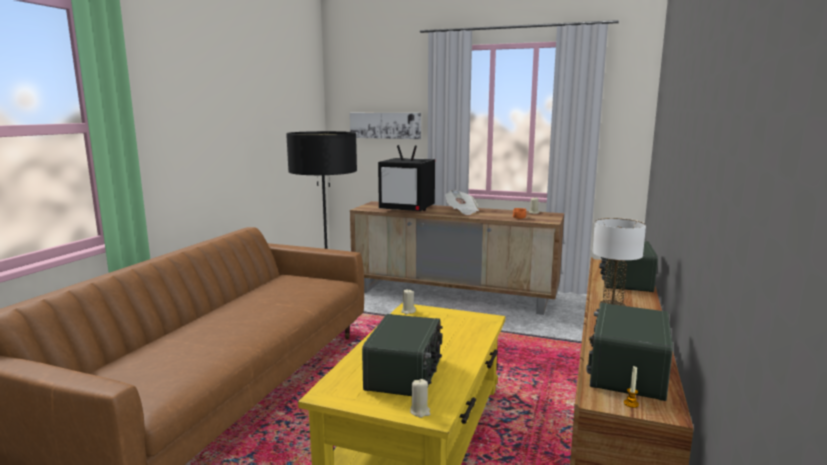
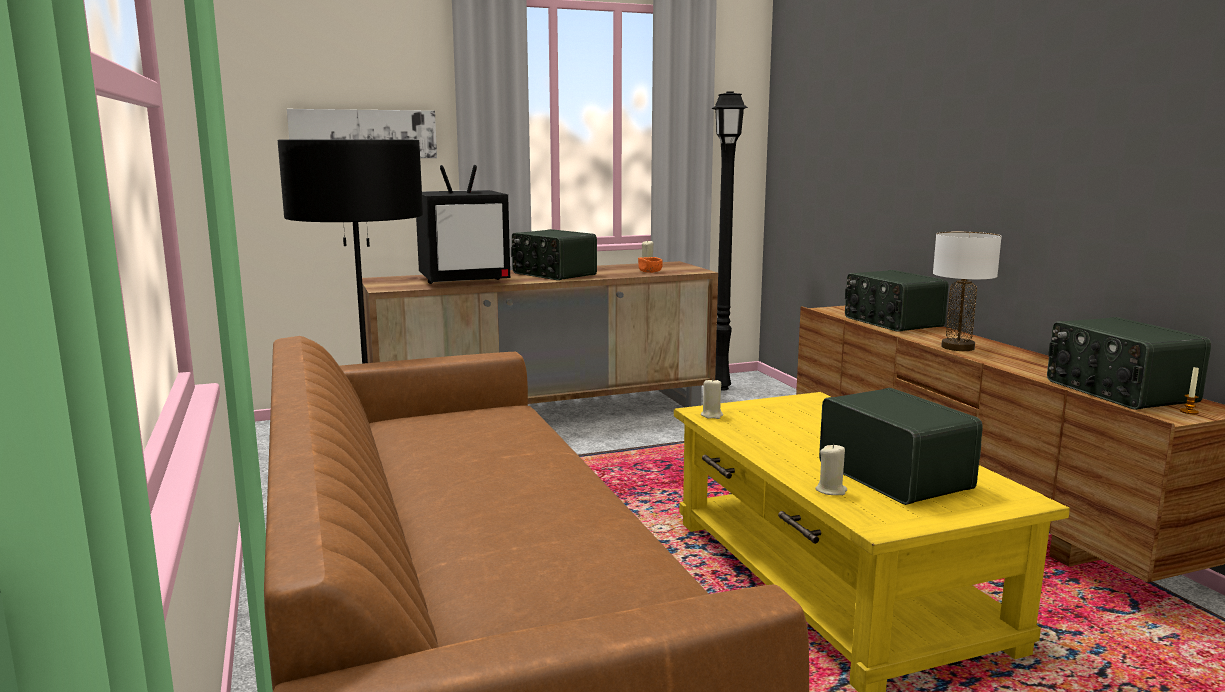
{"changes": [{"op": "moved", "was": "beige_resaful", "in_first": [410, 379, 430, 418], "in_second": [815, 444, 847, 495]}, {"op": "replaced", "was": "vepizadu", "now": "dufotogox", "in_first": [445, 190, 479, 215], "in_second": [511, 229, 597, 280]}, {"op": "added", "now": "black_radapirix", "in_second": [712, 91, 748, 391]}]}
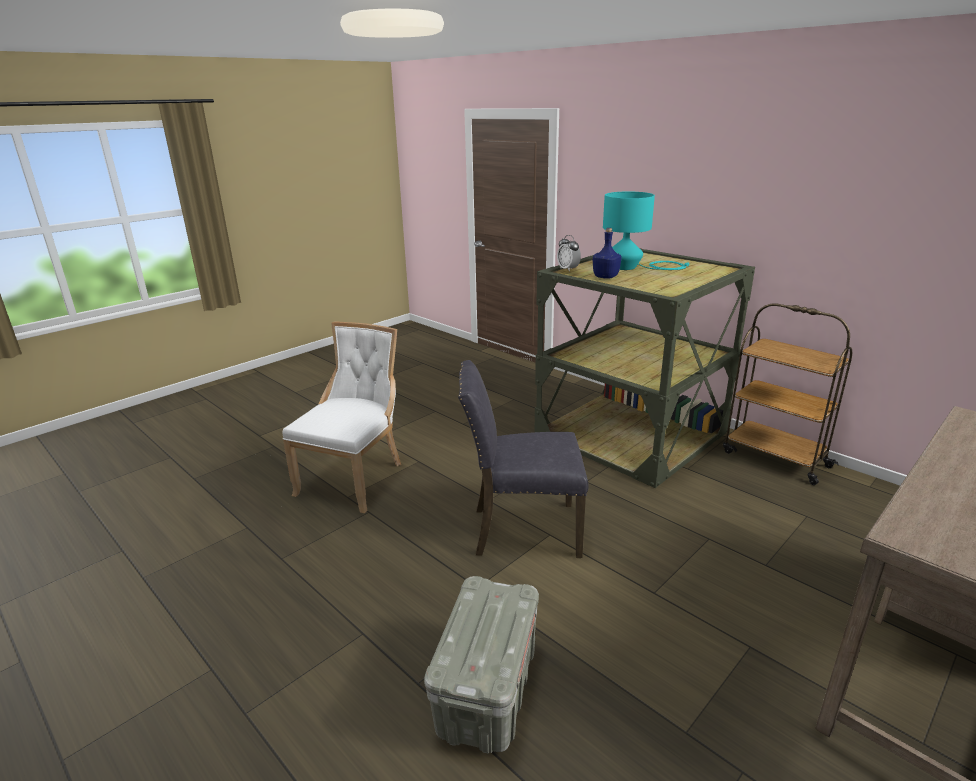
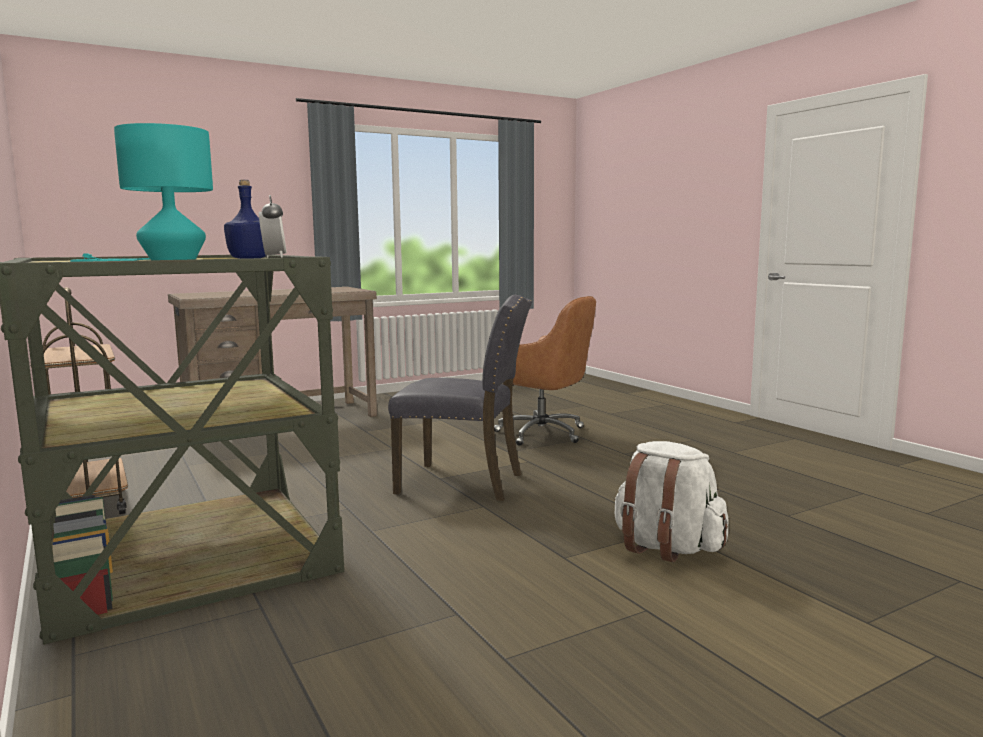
{"changes": [{"op": "replaced", "was": "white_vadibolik", "now": "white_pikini", "in_first": [283, 322, 401, 513], "in_second": [614, 441, 728, 562]}, {"op": "replaced", "was": "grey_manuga", "now": "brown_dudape", "in_first": [424, 576, 539, 753], "in_second": [494, 296, 596, 446]}]}
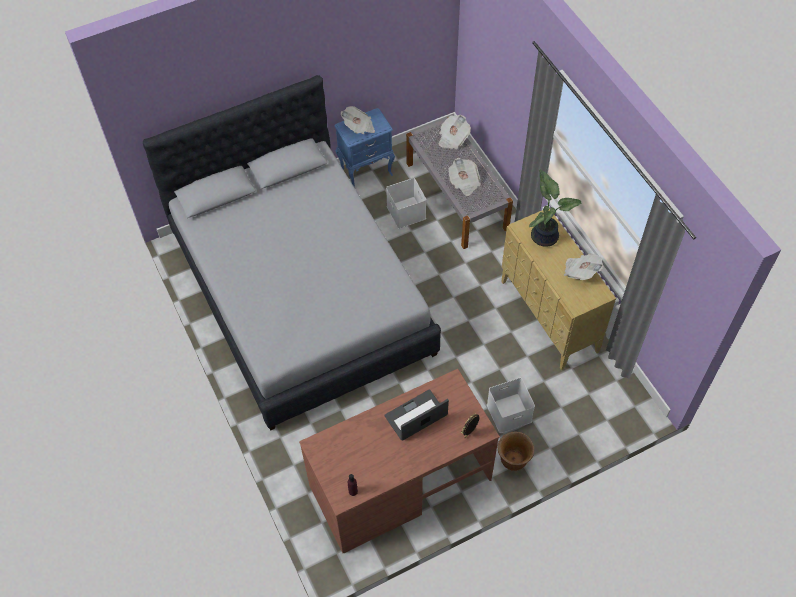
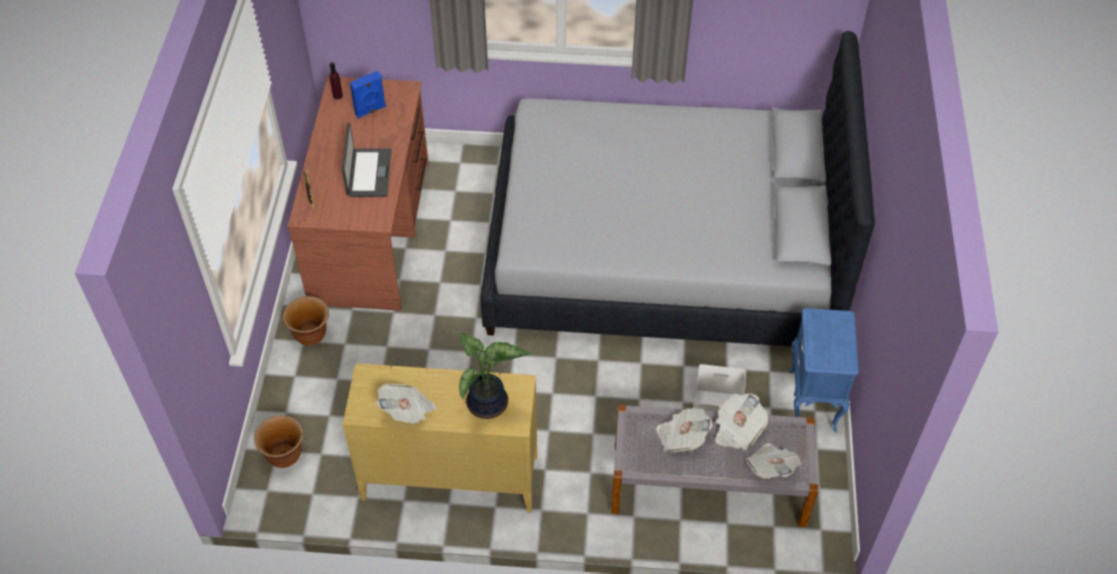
{"changes": [{"op": "moved", "was": "vepizadu", "in_first": [341, 106, 375, 134], "in_second": [715, 393, 768, 450]}, {"op": "removed", "was": "white_manuga", "in_first": [487, 378, 535, 433]}, {"op": "added", "now": "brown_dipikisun", "in_second": [254, 415, 304, 468]}, {"op": "added", "now": "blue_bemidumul", "in_second": [350, 71, 386, 119]}]}
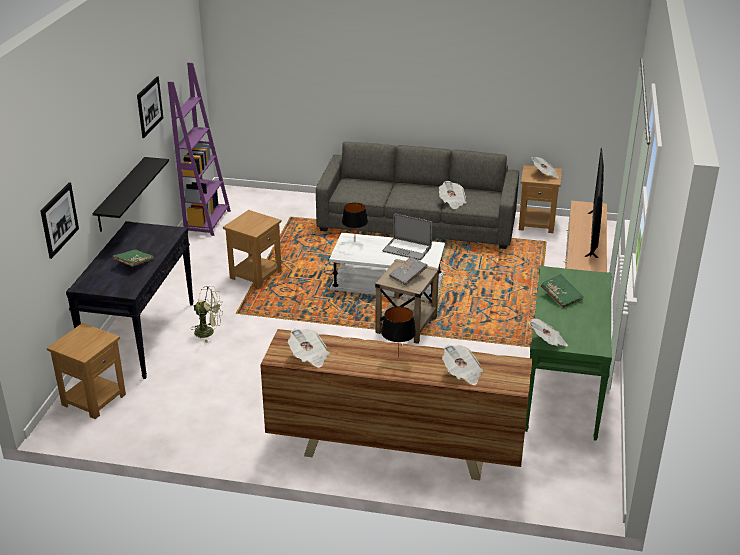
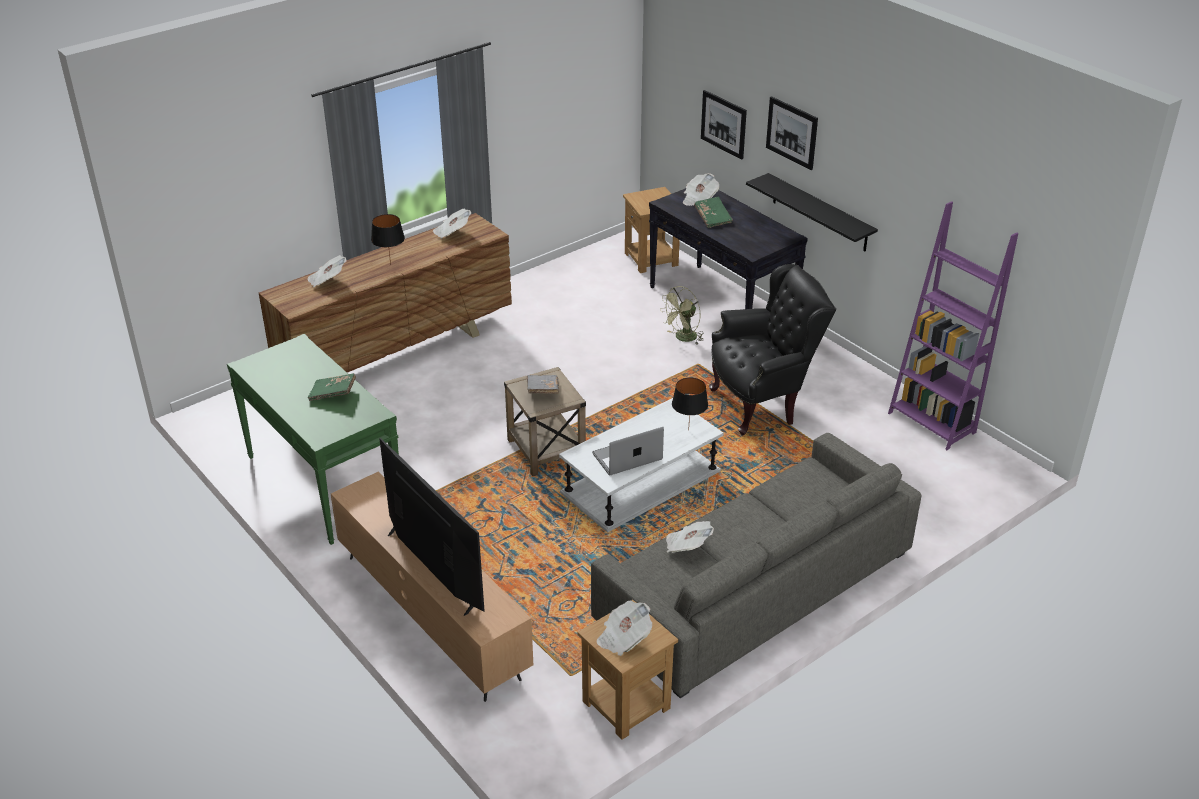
{"changes": [{"op": "moved", "was": "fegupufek", "in_first": [137, 76, 163, 138], "in_second": [766, 96, 818, 170]}, {"op": "replaced", "was": "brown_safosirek", "now": "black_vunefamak", "in_first": [223, 210, 282, 288], "in_second": [709, 264, 836, 435]}, {"op": "moved", "was": "vepizadu", "in_first": [528, 319, 569, 346], "in_second": [683, 173, 719, 206]}]}
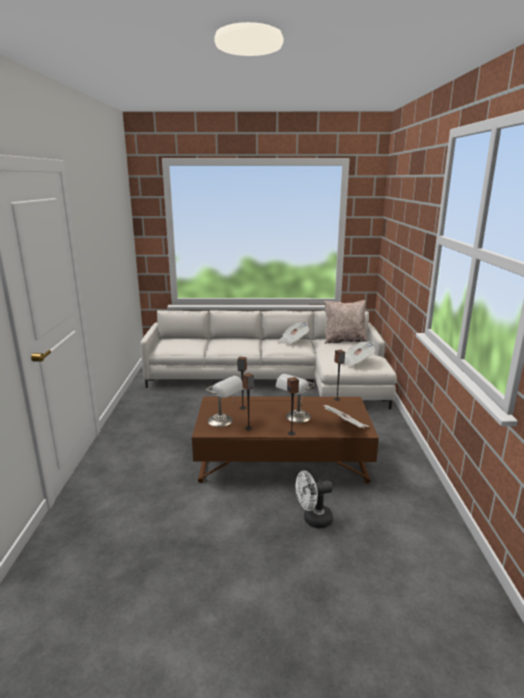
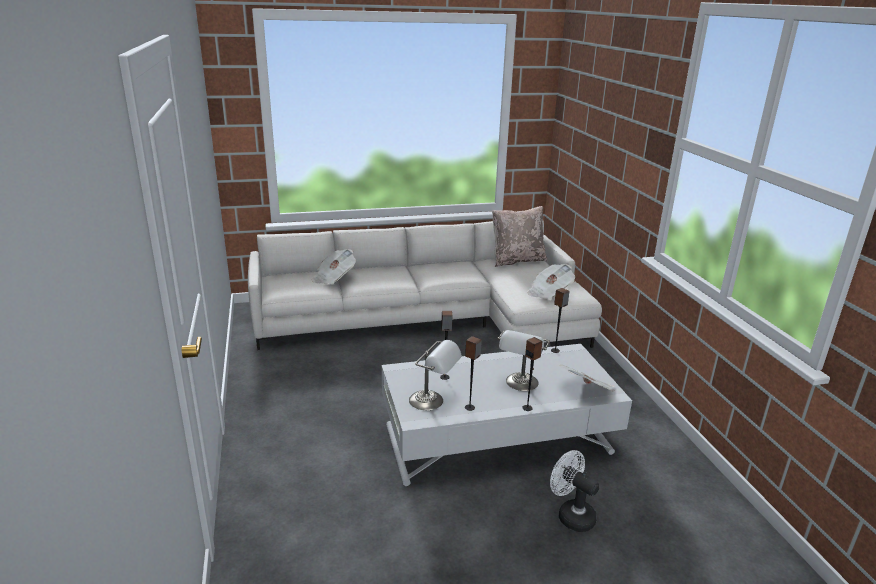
{"changes": [{"op": "recoloured", "was": "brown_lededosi", "now": "white_lededosi", "in_first": [192, 396, 379, 483], "in_second": [382, 344, 632, 486]}, {"op": "moved", "was": "vepizadu", "in_first": [278, 322, 310, 345], "in_second": [312, 249, 356, 285]}, {"op": "turned", "was": "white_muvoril", "in_first": [295, 471, 333, 528], "in_second": [550, 450, 599, 532], "clockwise": 75}]}
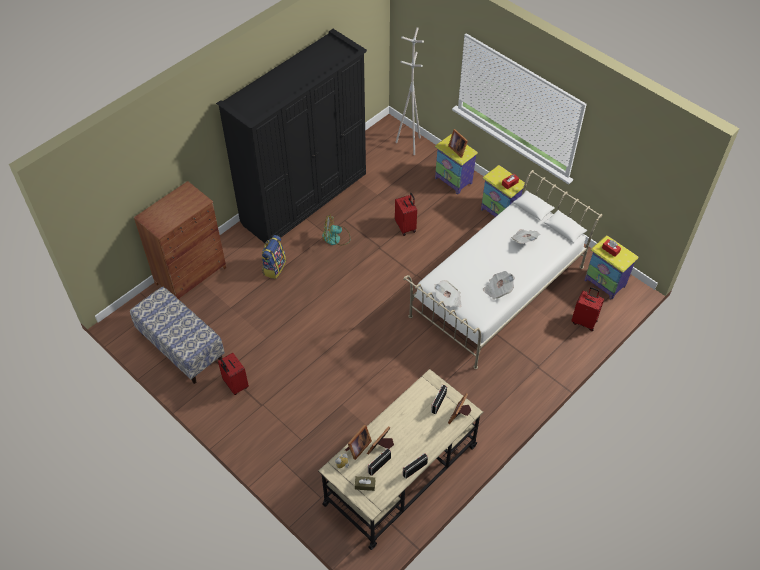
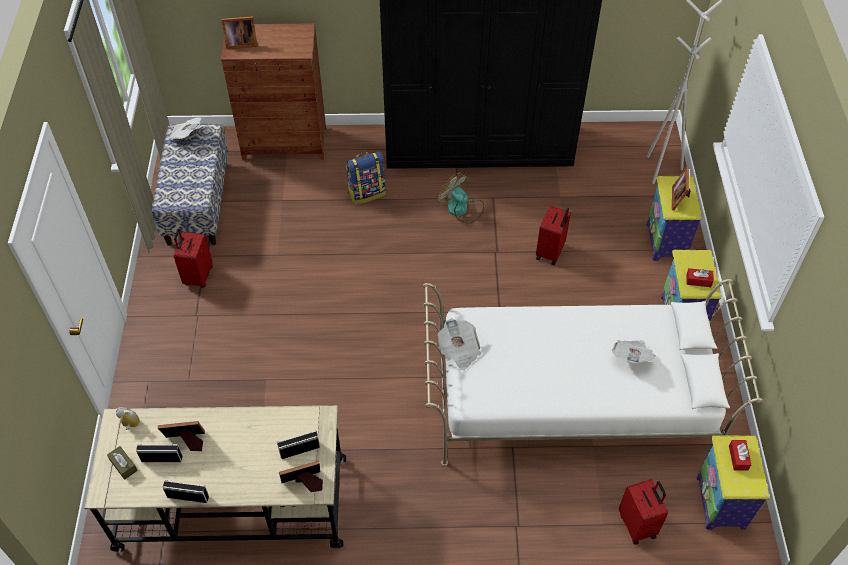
{"changes": [{"op": "moved", "was": "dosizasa", "in_first": [345, 424, 372, 460], "in_second": [221, 16, 257, 49]}, {"op": "moved", "was": "vepizadu", "in_first": [483, 271, 515, 300], "in_second": [168, 117, 202, 139]}]}
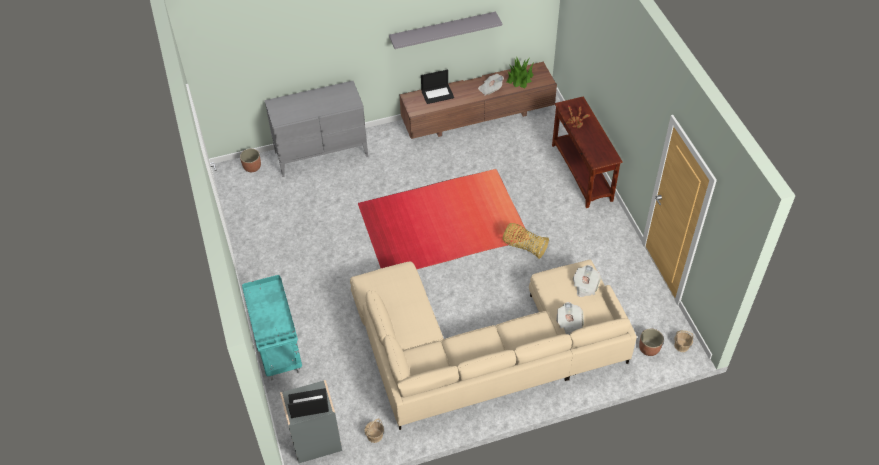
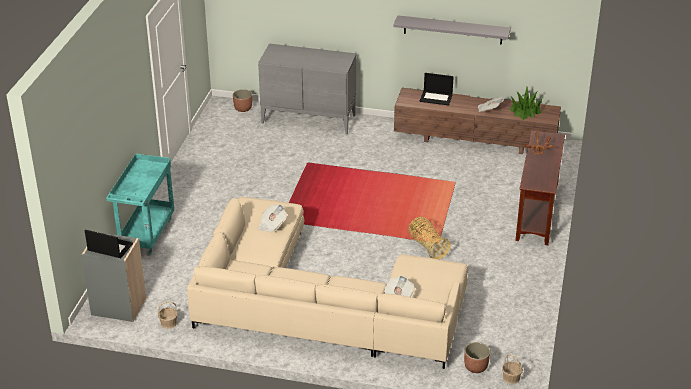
{"changes": [{"op": "moved", "was": "vepizadu", "in_first": [573, 265, 601, 297], "in_second": [258, 204, 287, 233]}]}
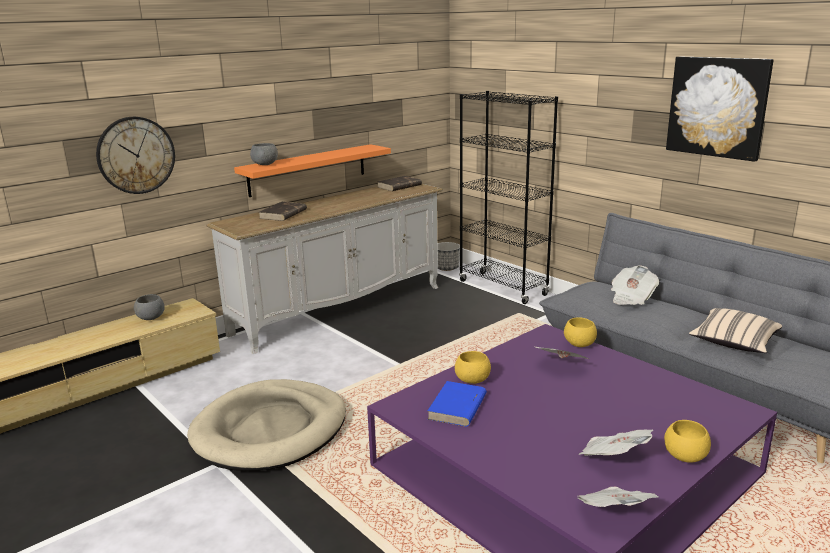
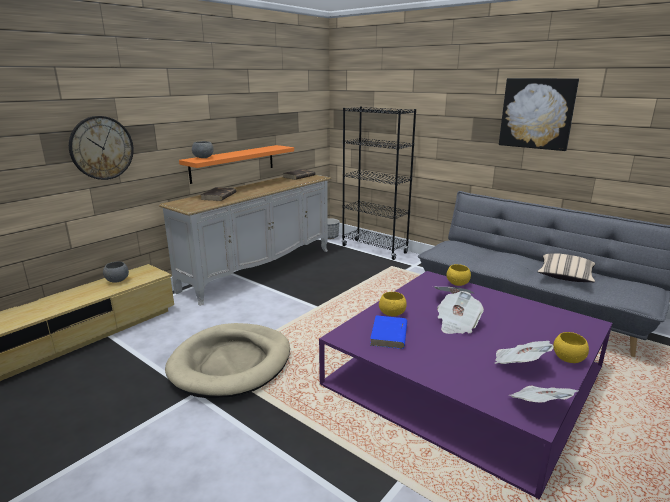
{"changes": [{"op": "moved", "was": "vepizadu", "in_first": [611, 265, 659, 305], "in_second": [437, 291, 484, 334]}]}
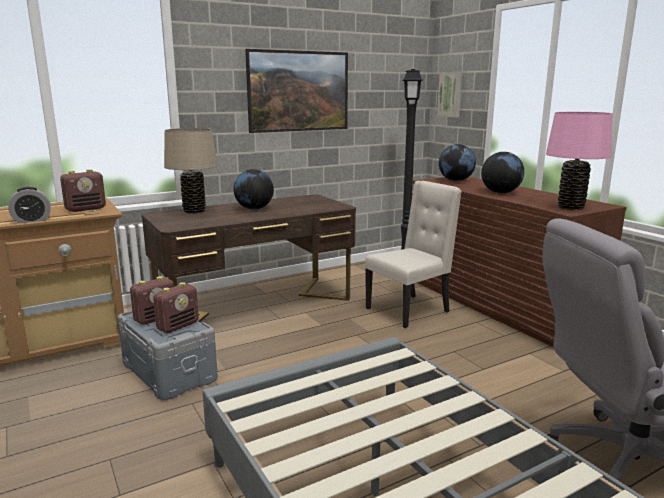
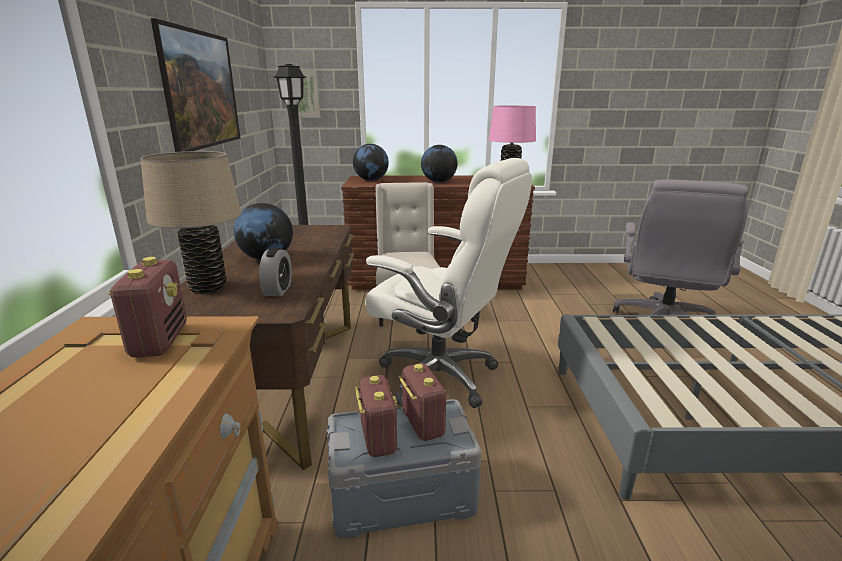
{"changes": [{"op": "moved", "was": "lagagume", "in_first": [8, 187, 51, 223], "in_second": [259, 248, 292, 296]}, {"op": "added", "now": "white_dudape", "in_second": [365, 158, 532, 408]}]}
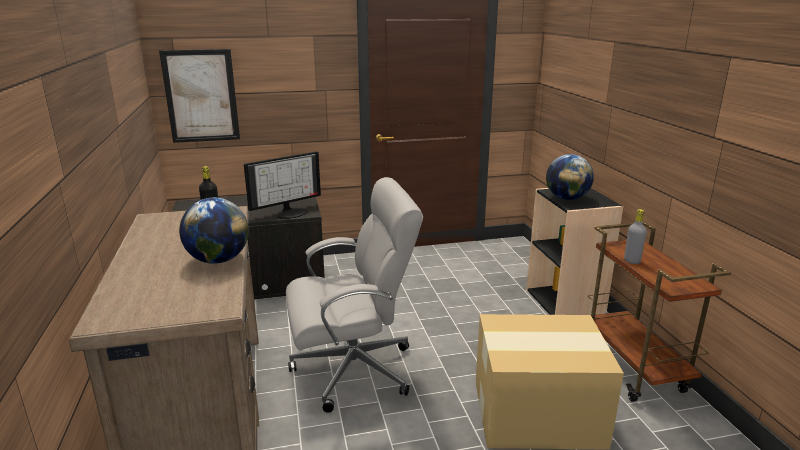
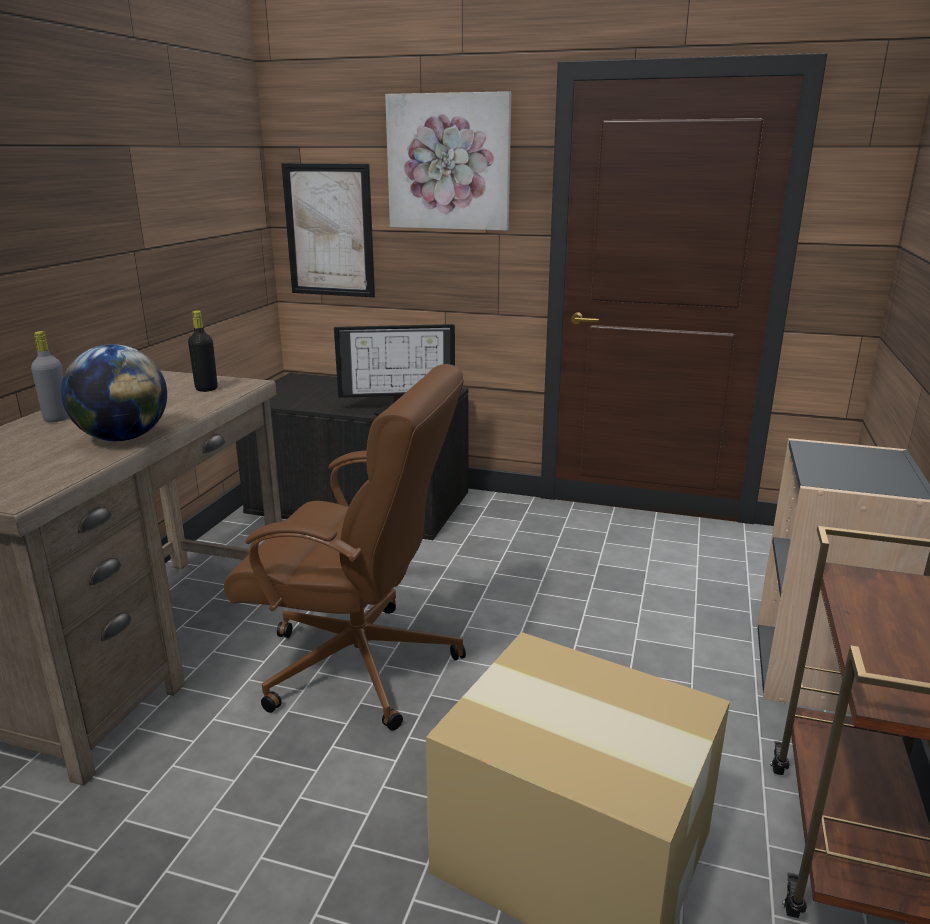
{"changes": [{"op": "recoloured", "was": "grey_dudape", "now": "brown_dudape", "in_first": [286, 177, 423, 413], "in_second": [224, 364, 466, 731]}, {"op": "removed", "was": "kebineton", "in_first": [546, 154, 594, 200]}, {"op": "moved", "was": "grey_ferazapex", "in_first": [624, 209, 647, 264], "in_second": [31, 331, 69, 422]}, {"op": "added", "now": "fegupufek", "in_second": [385, 91, 511, 231]}]}
